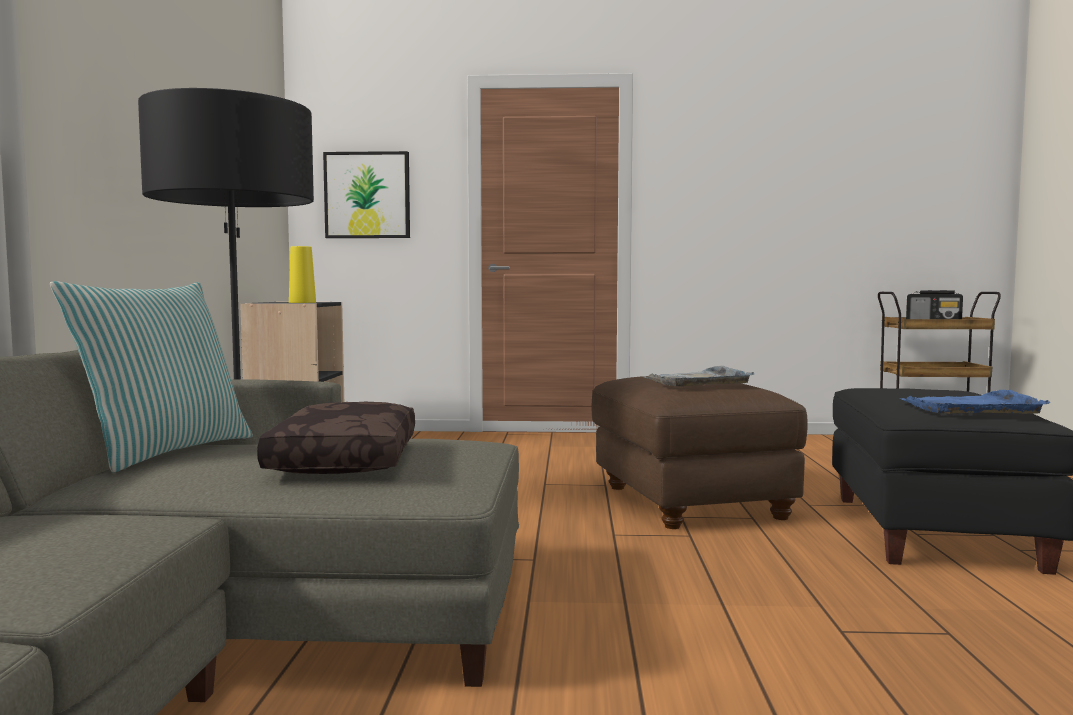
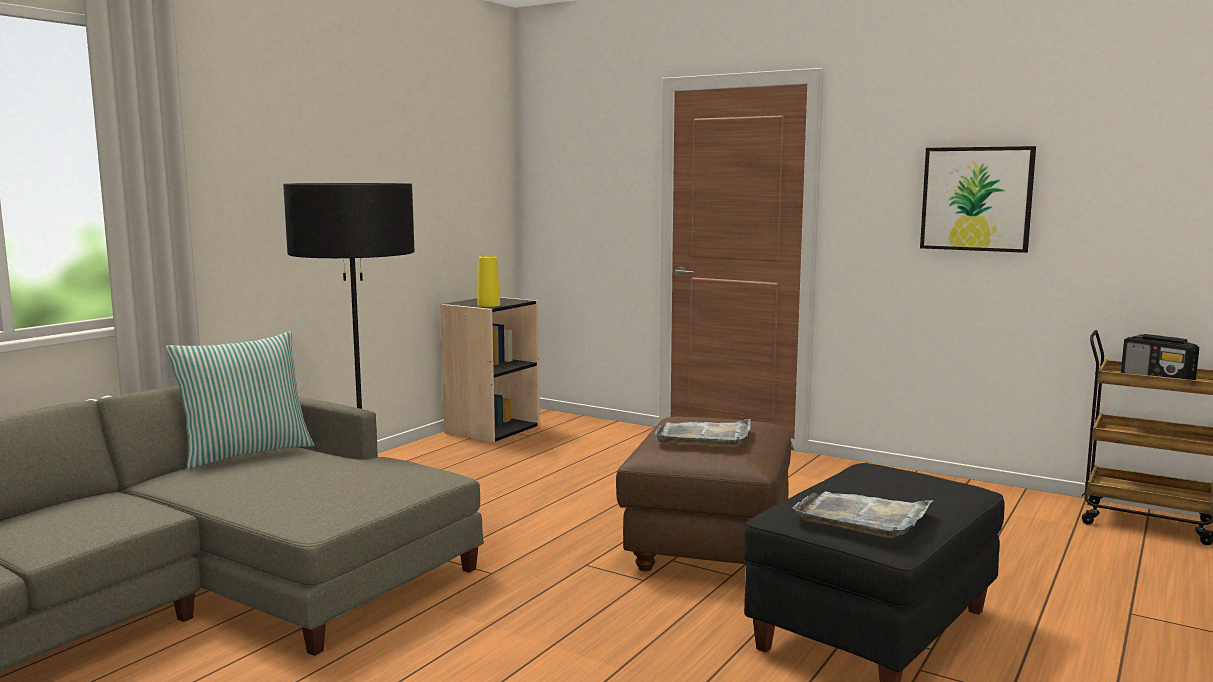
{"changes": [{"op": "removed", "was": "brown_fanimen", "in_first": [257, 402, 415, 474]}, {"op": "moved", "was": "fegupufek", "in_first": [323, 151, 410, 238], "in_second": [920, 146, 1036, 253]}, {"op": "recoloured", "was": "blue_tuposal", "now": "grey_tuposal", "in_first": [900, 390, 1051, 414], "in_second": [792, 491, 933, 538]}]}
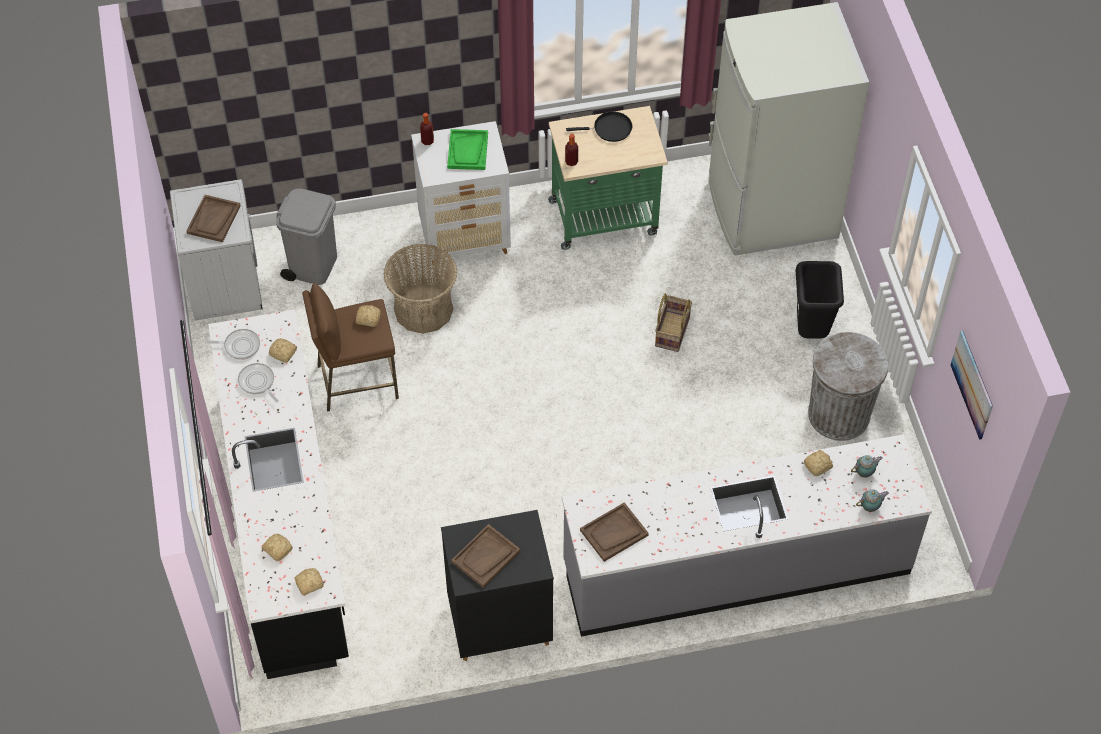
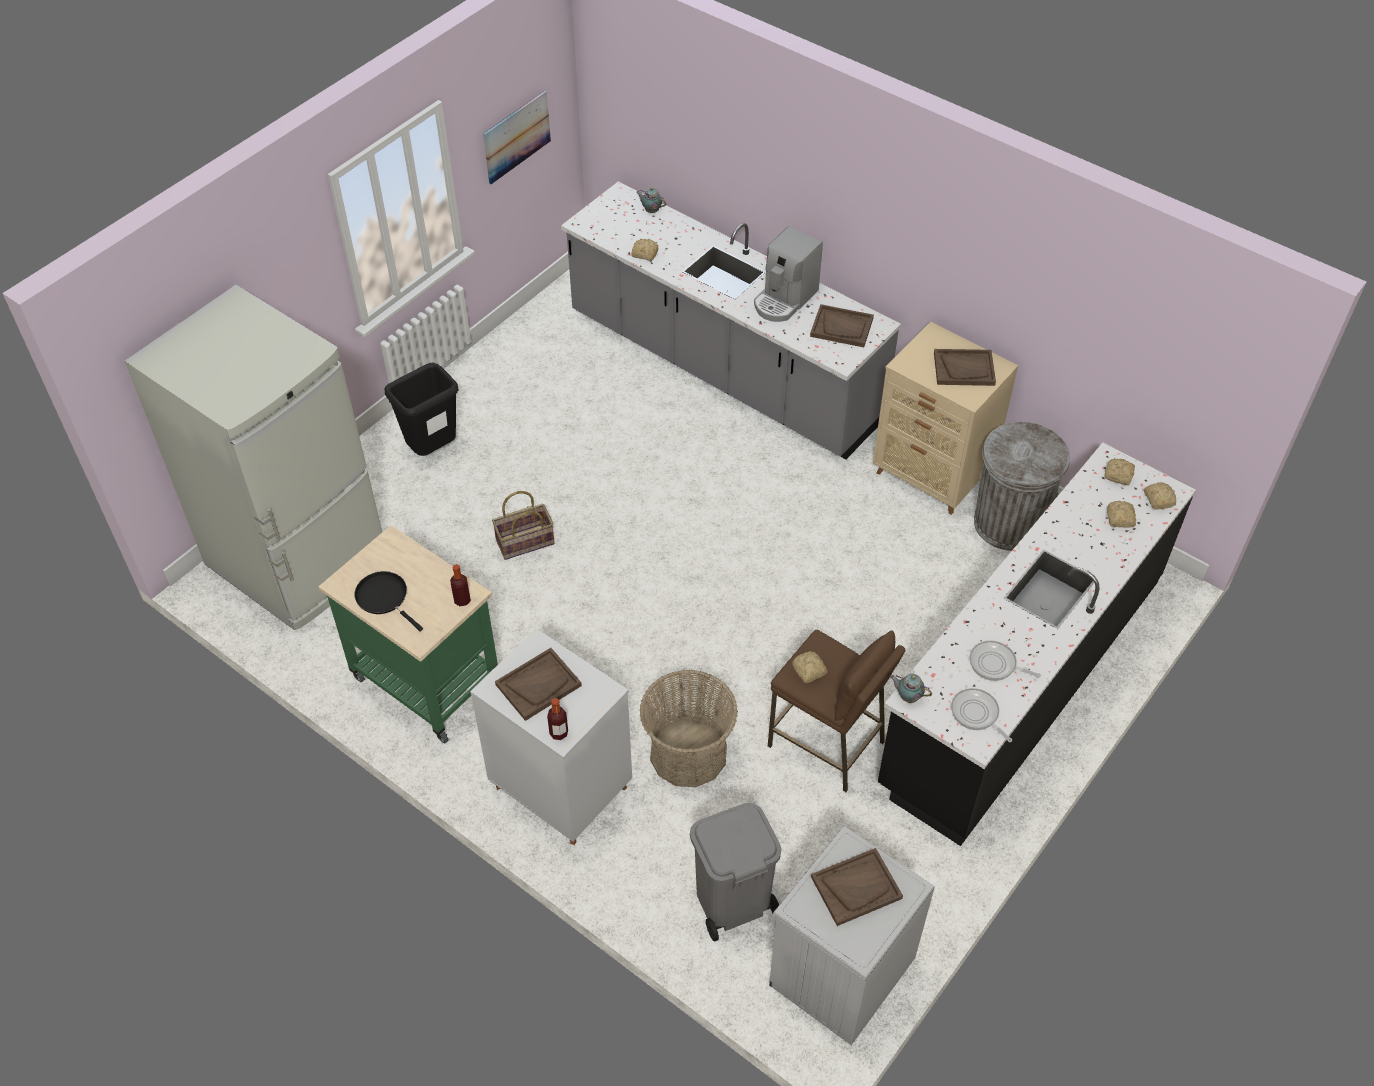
{"changes": [{"op": "turned", "was": "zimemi", "in_first": [238, 363, 279, 403], "in_second": [970, 641, 1041, 681], "clockwise": 105}, {"op": "moved", "was": "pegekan", "in_first": [269, 338, 297, 363], "in_second": [1144, 482, 1176, 510]}, {"op": "recoloured", "was": "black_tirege", "now": "beige_tirege", "in_first": [441, 510, 554, 661], "in_second": [873, 322, 1019, 515]}, {"op": "recoloured", "was": "green_tuposal", "now": "brown_tuposal", "in_first": [447, 129, 488, 170], "in_second": [495, 648, 582, 721]}, {"op": "moved", "was": "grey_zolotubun", "in_first": [808, 332, 888, 441], "in_second": [974, 422, 1070, 551]}, {"op": "moved", "was": "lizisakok", "in_first": [851, 455, 883, 478], "in_second": [890, 674, 932, 703]}, {"op": "added", "now": "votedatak", "in_second": [754, 226, 823, 322]}]}
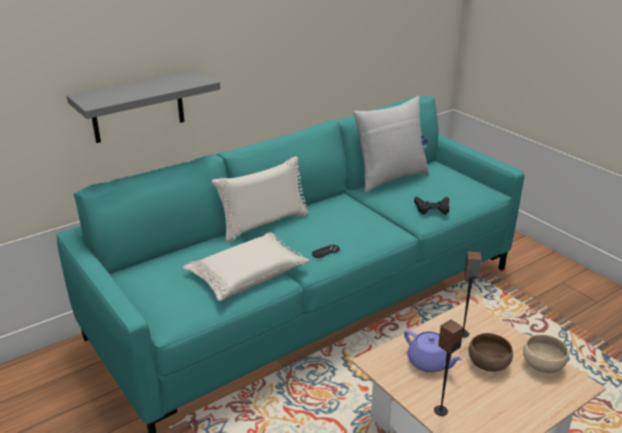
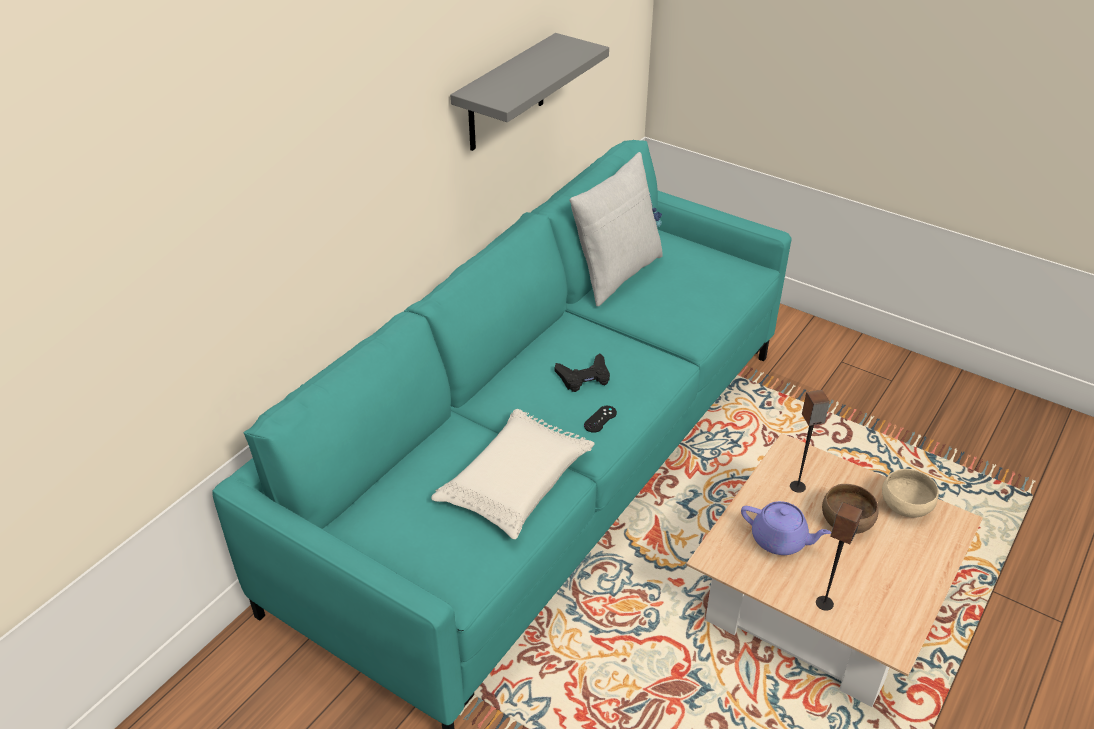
{"changes": [{"op": "moved", "was": "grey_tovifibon", "in_first": [67, 70, 220, 143], "in_second": [450, 33, 609, 151]}, {"op": "removed", "was": "white_fanimen", "in_first": [212, 156, 308, 242]}, {"op": "moved", "was": "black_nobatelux", "in_first": [414, 197, 450, 215], "in_second": [555, 353, 610, 392]}]}
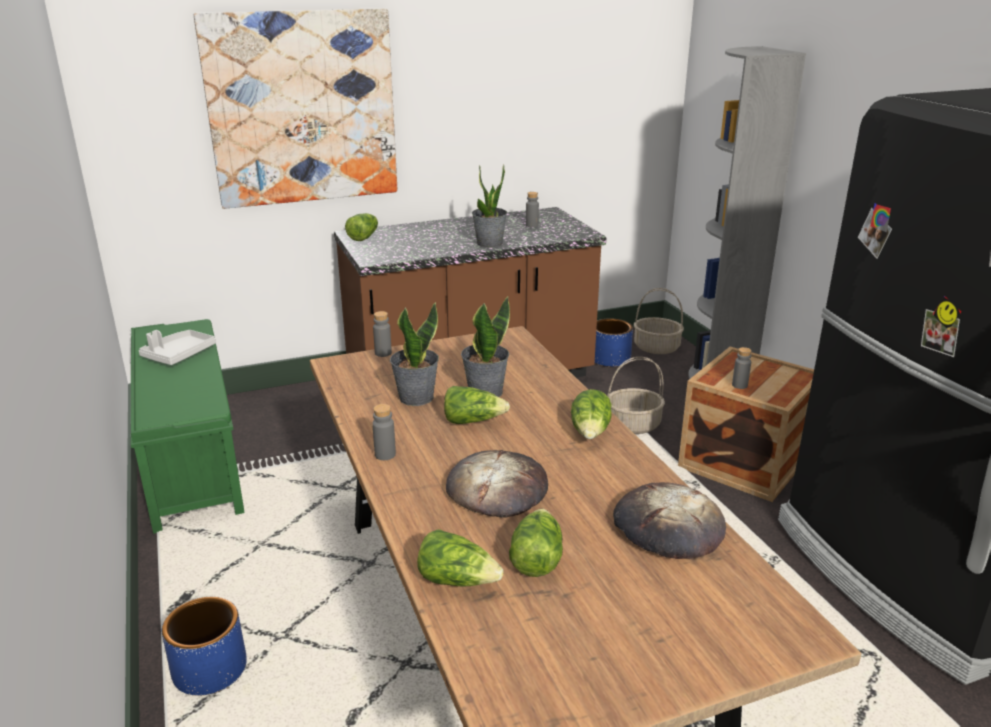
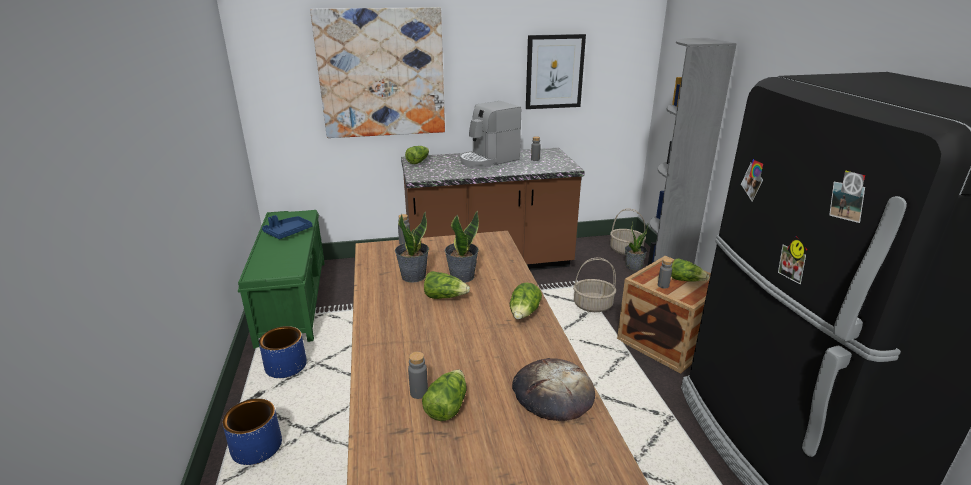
{"changes": [{"op": "recoloured", "was": "grey_tuposal", "now": "blue_tuposal", "in_first": [139, 330, 216, 365], "in_second": [262, 215, 313, 239]}, {"op": "moved", "was": "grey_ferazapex", "in_first": [372, 404, 396, 460], "in_second": [408, 351, 428, 399]}, {"op": "moved", "was": "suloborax", "in_first": [417, 529, 504, 587], "in_second": [671, 258, 709, 282]}, {"op": "removed", "was": "pegekan", "in_first": [446, 450, 548, 518]}, {"op": "moved", "was": "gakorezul", "in_first": [472, 165, 507, 247], "in_second": [625, 221, 649, 270]}, {"op": "moved", "was": "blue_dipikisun", "in_first": [595, 318, 633, 367], "in_second": [259, 326, 307, 378]}, {"op": "added", "now": "votedatak", "in_second": [460, 101, 521, 168]}, {"op": "added", "now": "fegupufek", "in_second": [526, 34, 586, 109]}]}
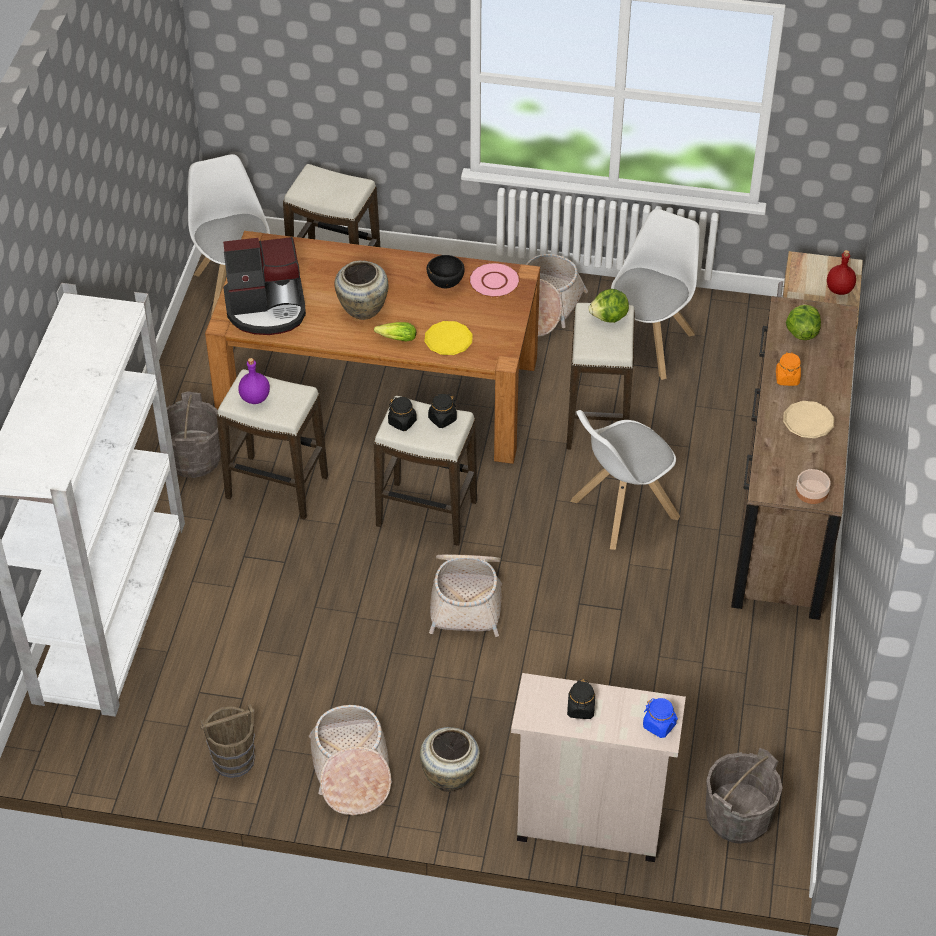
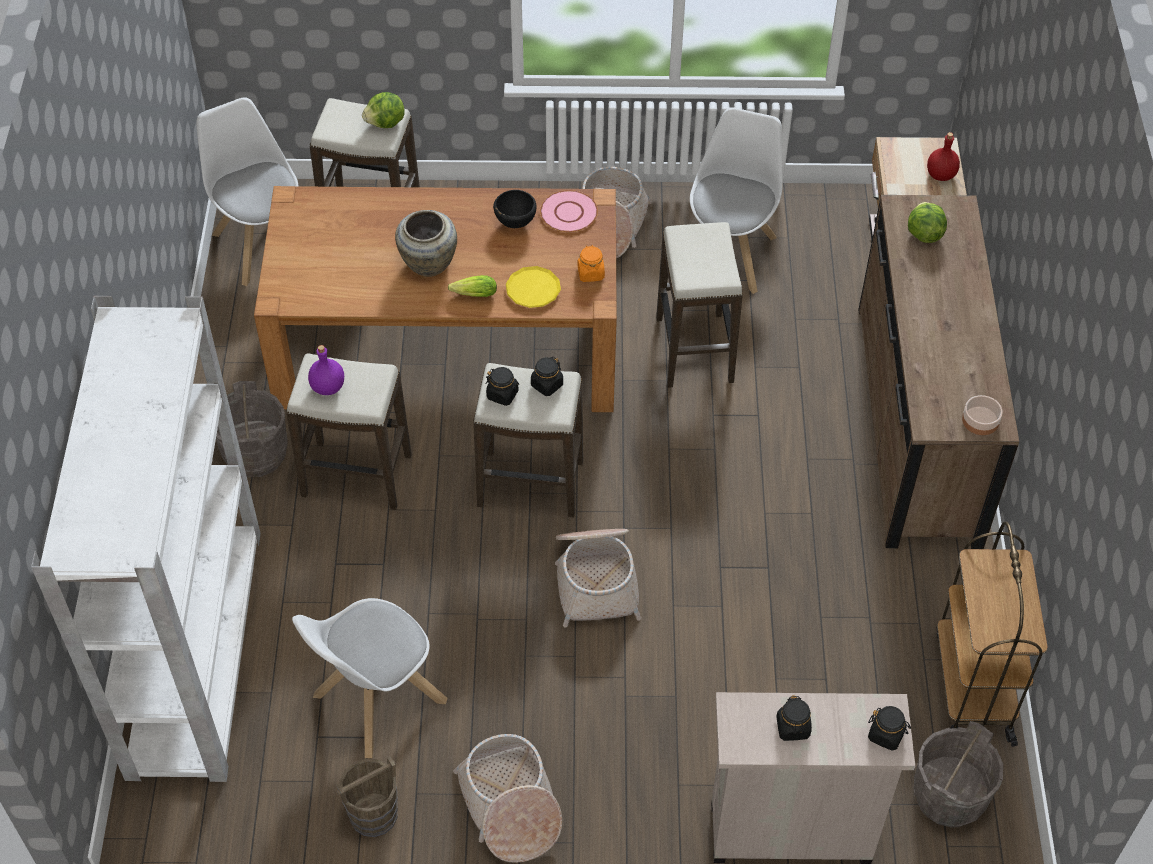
{"changes": [{"op": "removed", "was": "votedatak", "in_first": [223, 237, 306, 335]}, {"op": "removed", "was": "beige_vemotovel", "in_first": [420, 727, 480, 792]}, {"op": "moved", "was": "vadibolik", "in_first": [570, 410, 680, 550], "in_second": [292, 598, 447, 758]}, {"op": "moved", "was": "suloborax", "in_first": [588, 289, 629, 323], "in_second": [362, 92, 405, 128]}, {"op": "recoloured", "was": "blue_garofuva", "now": "black_garofuva", "in_first": [643, 698, 678, 738], "in_second": [868, 706, 911, 751]}, {"op": "moved", "was": "orange_garofuva", "in_first": [776, 353, 801, 386], "in_second": [578, 245, 605, 282]}, {"op": "removed", "was": "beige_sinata", "in_first": [783, 401, 834, 439]}, {"op": "added", "now": "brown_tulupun", "in_second": [936, 521, 1048, 747]}]}
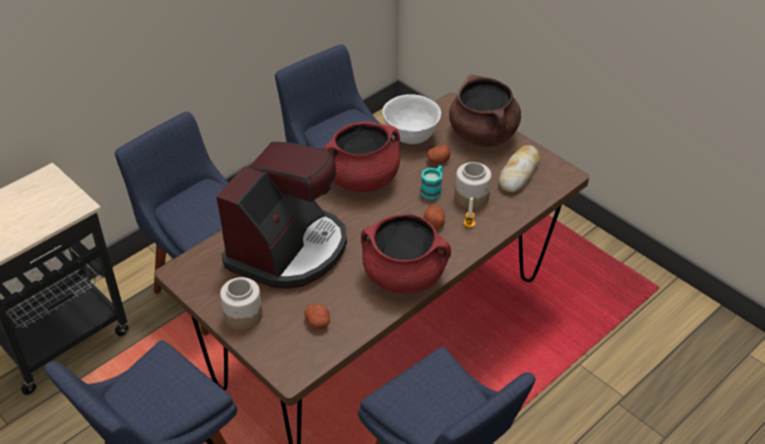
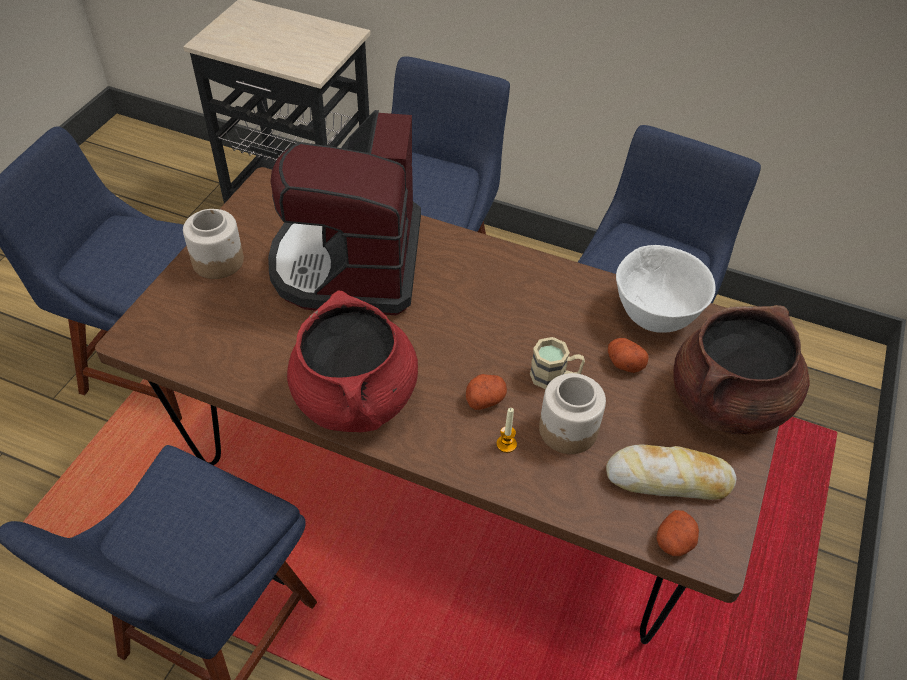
{"changes": [{"op": "turned", "was": "votedatak", "in_first": [216, 142, 347, 289], "in_second": [268, 110, 421, 315], "clockwise": 90}, {"op": "moved", "was": "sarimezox", "in_first": [304, 304, 330, 329], "in_second": [657, 510, 699, 556]}, {"op": "removed", "was": "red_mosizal", "in_first": [323, 122, 400, 192]}, {"op": "recoloured", "was": "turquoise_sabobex", "now": "beige_sabobex", "in_first": [421, 166, 443, 200], "in_second": [530, 337, 585, 389]}]}
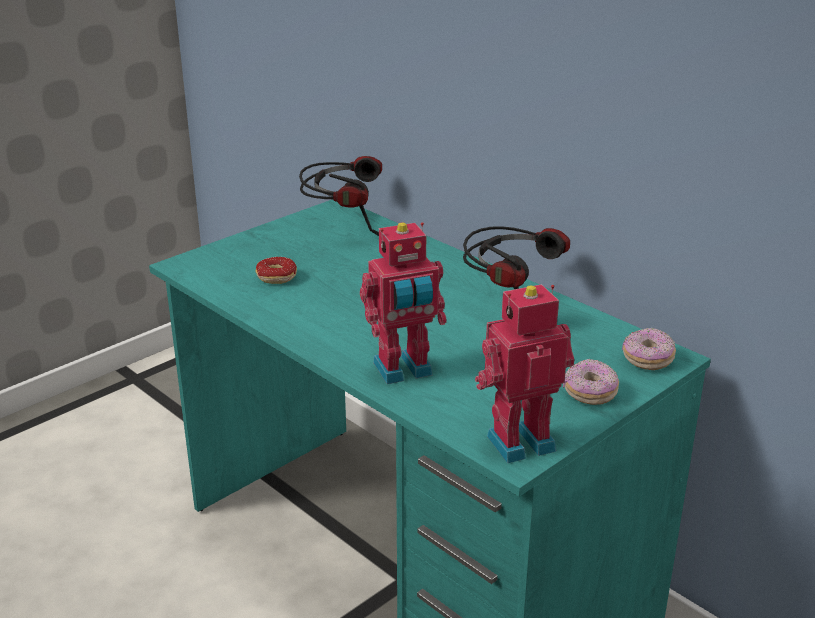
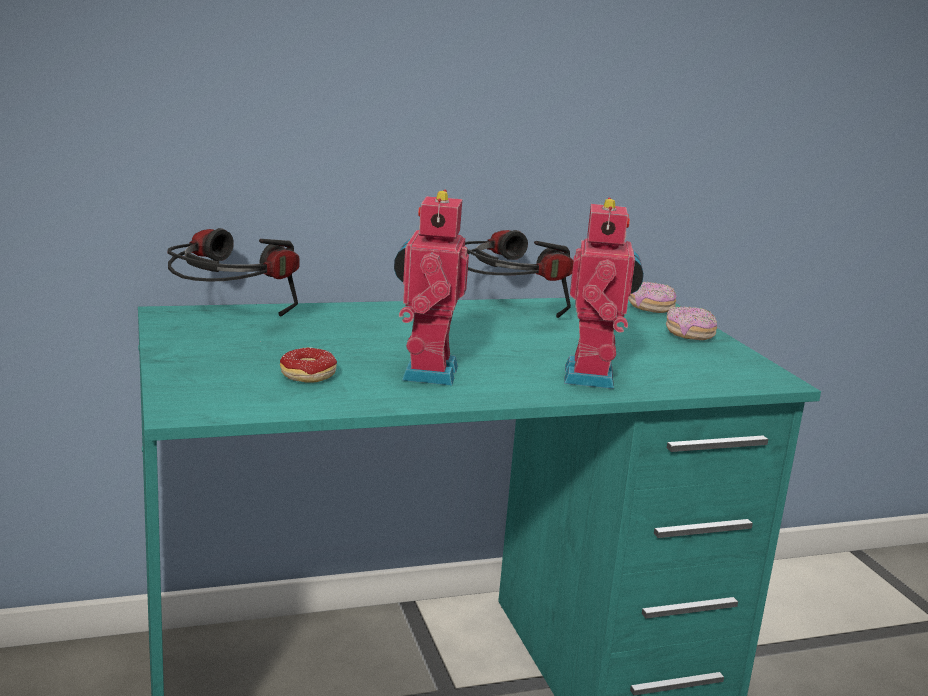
{"changes": [{"op": "moved", "was": "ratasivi", "in_first": [475, 284, 574, 463], "in_second": [394, 190, 469, 385]}]}
